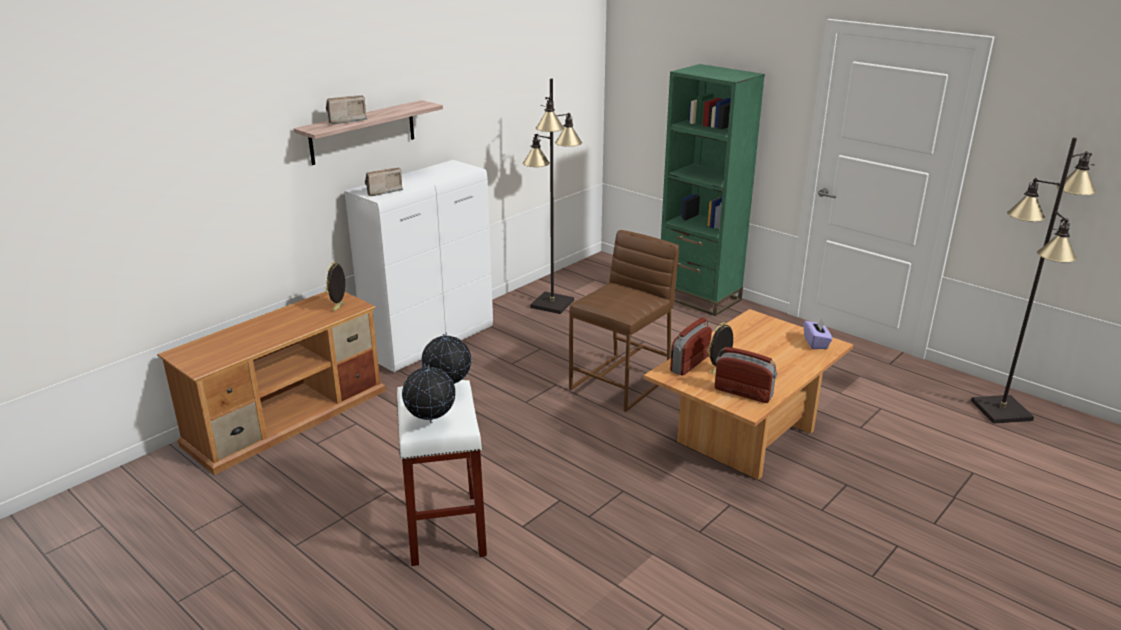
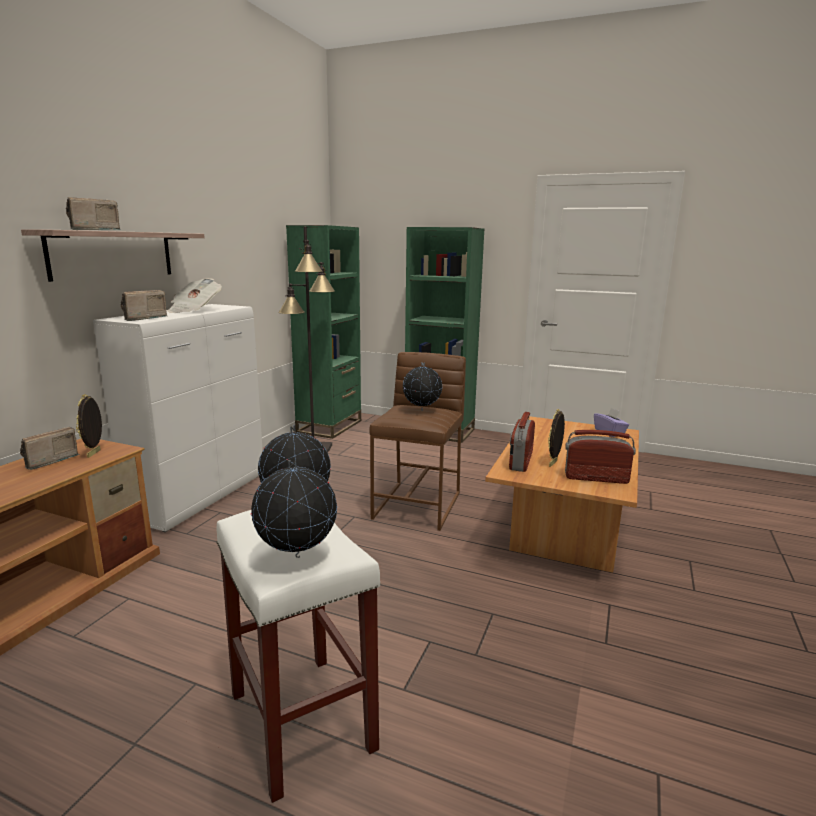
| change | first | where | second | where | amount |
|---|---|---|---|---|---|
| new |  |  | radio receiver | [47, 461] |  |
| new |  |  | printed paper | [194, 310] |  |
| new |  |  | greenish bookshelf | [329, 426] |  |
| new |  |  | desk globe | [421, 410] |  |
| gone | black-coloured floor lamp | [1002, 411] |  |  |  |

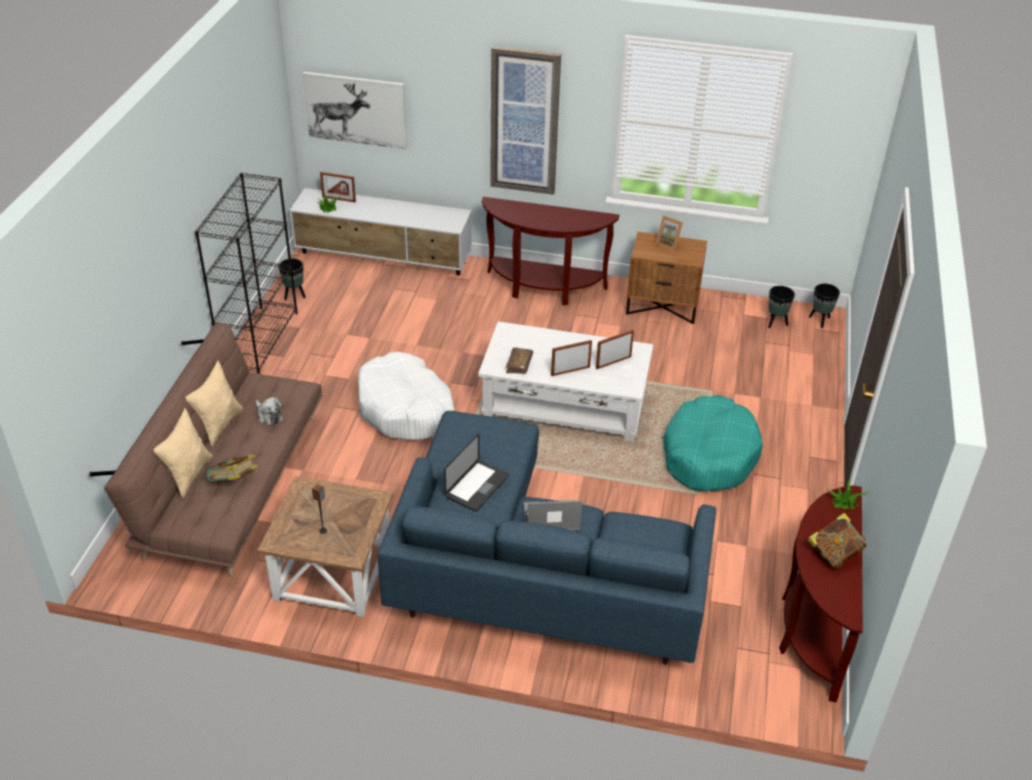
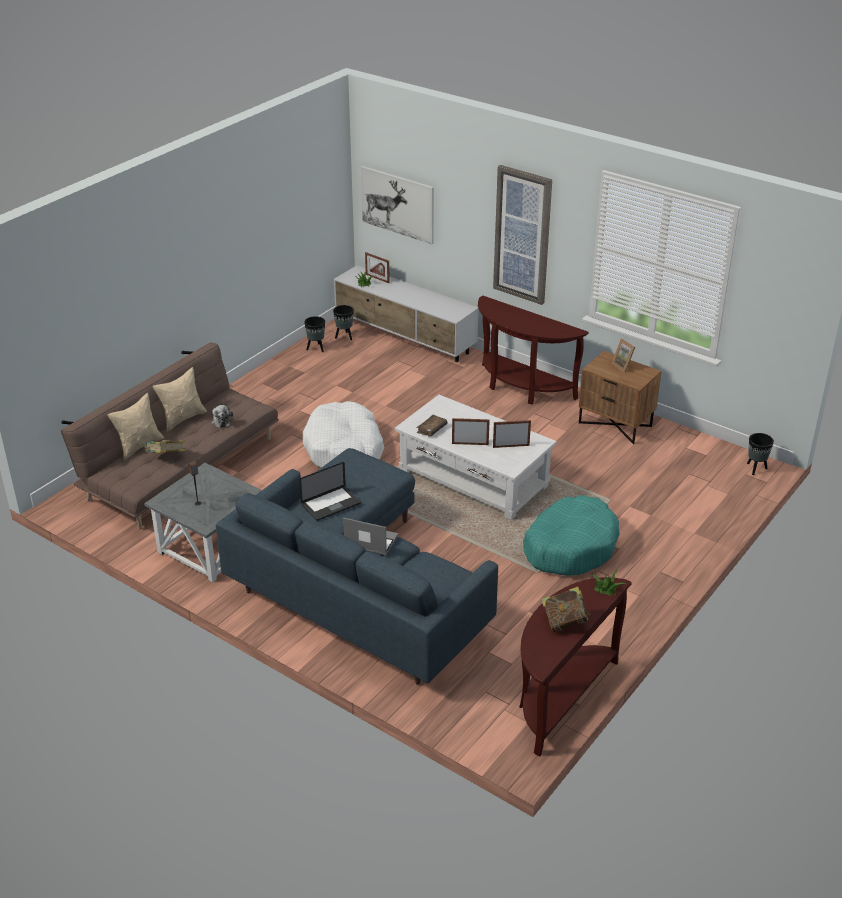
| change | first | where | second | where | amount |
|---|---|---|---|---|---|
| repainted | brown side table | [331, 574] | grey side table | [210, 547] |  |
| shifted | black-coloured planter | [775, 323] |  | [344, 337] |  |
| gone | black-coloured bookshelf | [260, 340] |  |  |  |

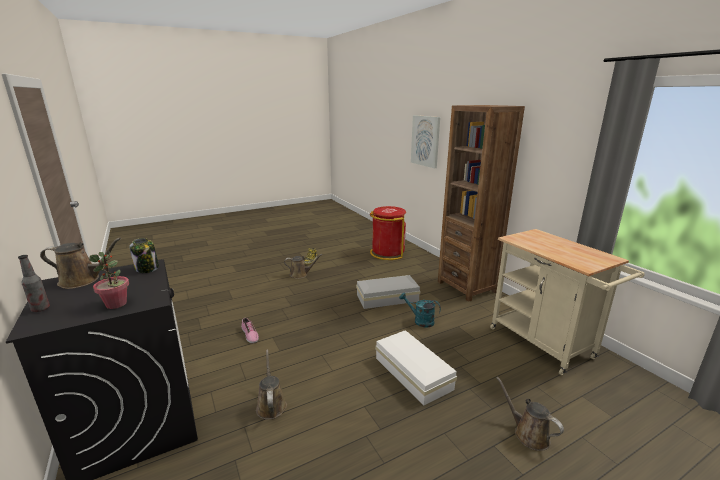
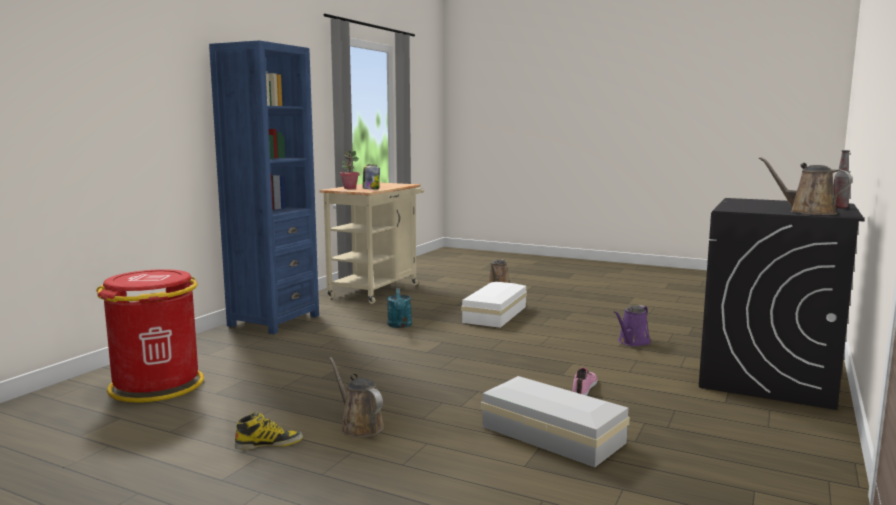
| change | first | where | second | where | amount |
|---|---|---|---|---|---|
| repainted | brown bookshelf | [467, 287] | bluish bookshelf | [273, 320] |  |
| shifted | houseplant | [116, 304] |  | [349, 188] |  |
| shifted | preserve jar | [147, 268] |  | [371, 189] |  |
| shifted | white-coloured storage box | [388, 298] |  | [551, 433] |  |
| repainted | brown sprinkling can | [271, 405] | purplish sprinkling can | [632, 342] |  |
| gone | wall art | [425, 141] |  |  |  |

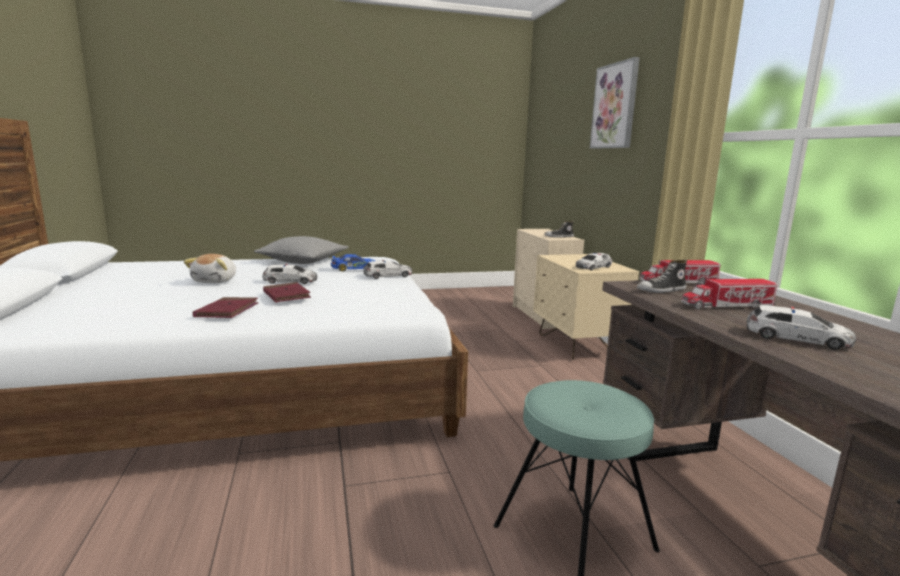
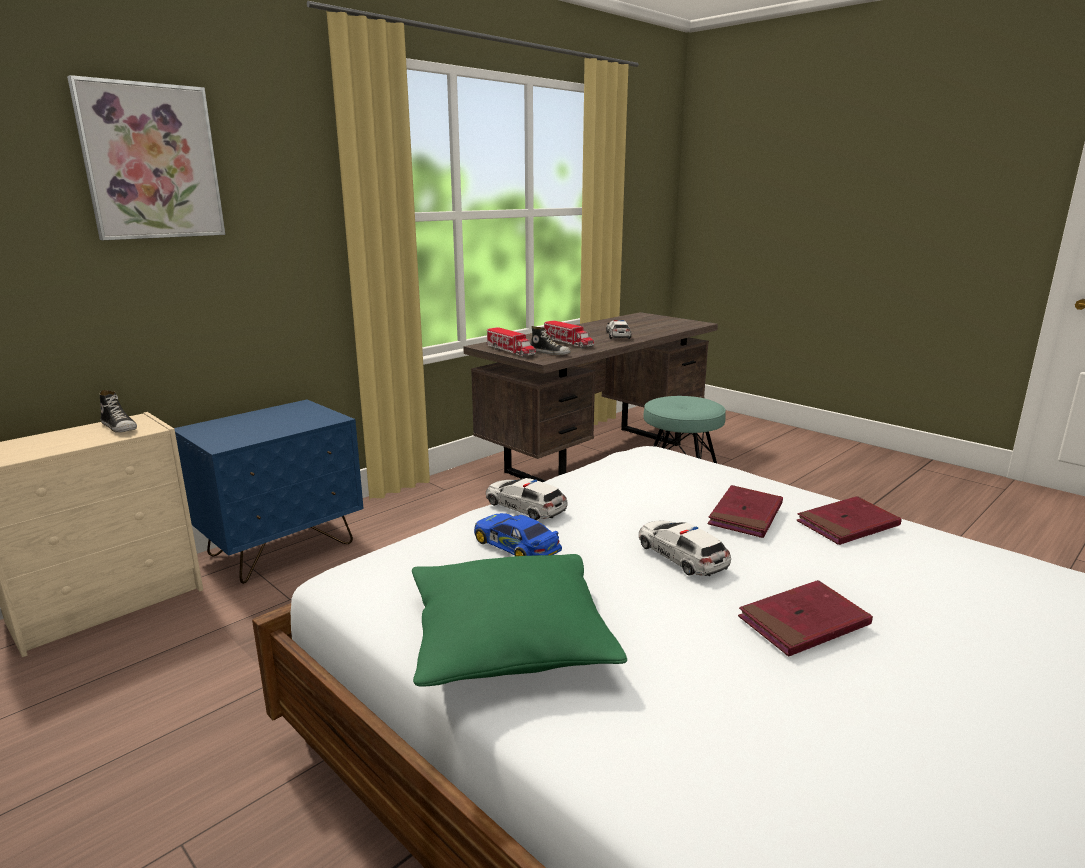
| change | first | where | second | where | amount |
|---|---|---|---|---|---|
| repainted | beige-coloured night table | [577, 345] | bluish night table | [282, 549] |  |
| repainted | grey throw pillow | [303, 261] | greenish throw pillow | [509, 641] |  |
| swapped | cuddly toy | [216, 281] | reddish book | [803, 622] |  |
| gone | miniature car | [593, 267] |  |  |  |

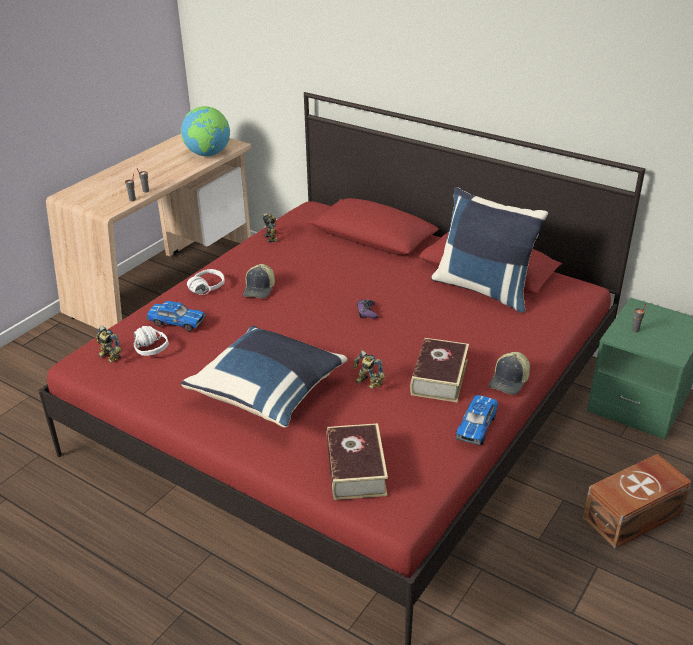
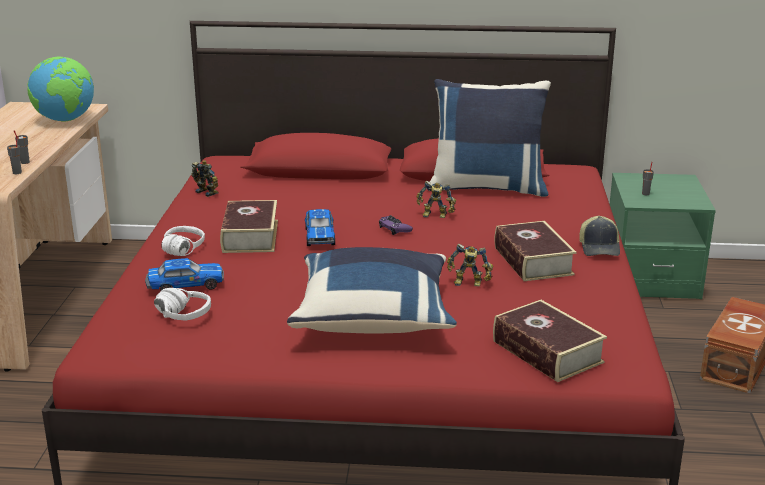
| change | first | where | second | where | amount |
|---|---|---|---|---|---|
| swapped | peaked cap | [260, 289] | book | [250, 236] |  |
| shifted | miniature car | [476, 426] |  | [320, 236] |  |
| shifted | toy robot | [109, 357] |  | [435, 216] |  |

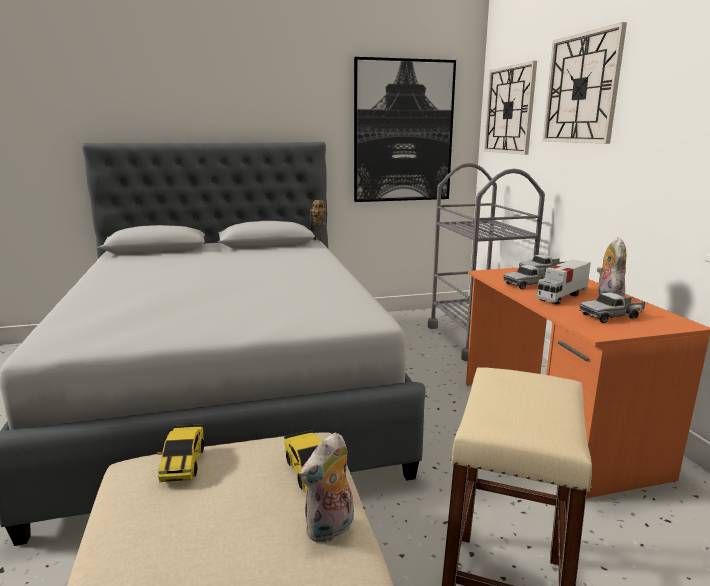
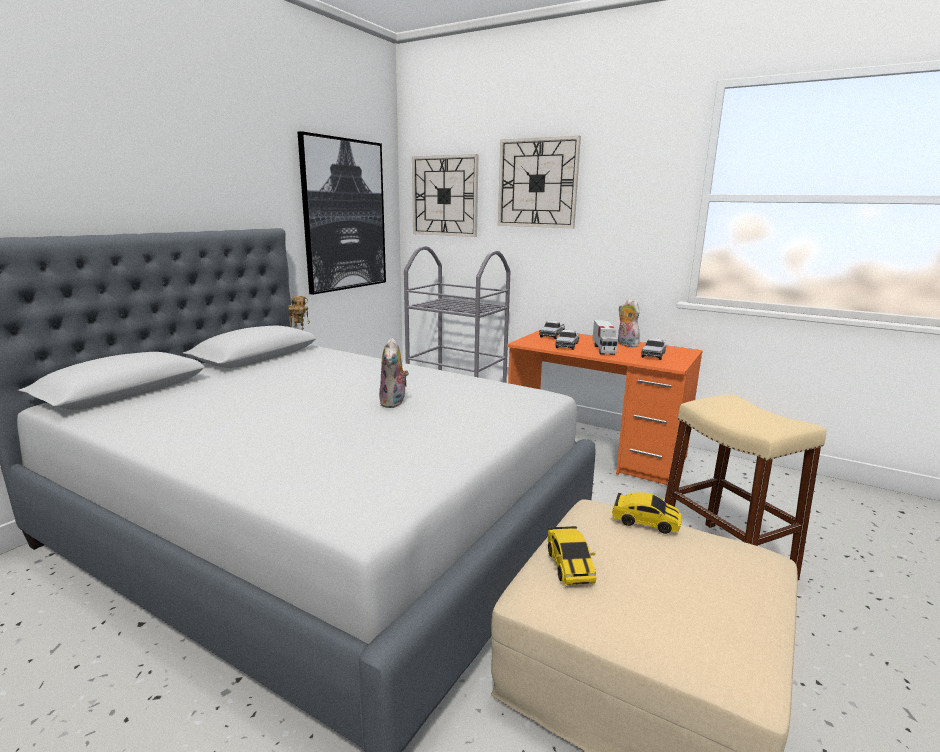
| change | first | where | second | where | amount |
|---|---|---|---|---|---|
| shifted | cuddly toy | [330, 529] |  | [394, 403] |  |
| rotated | miniature car | [183, 463] |  | [569, 565] | 45 degrees clockwise |

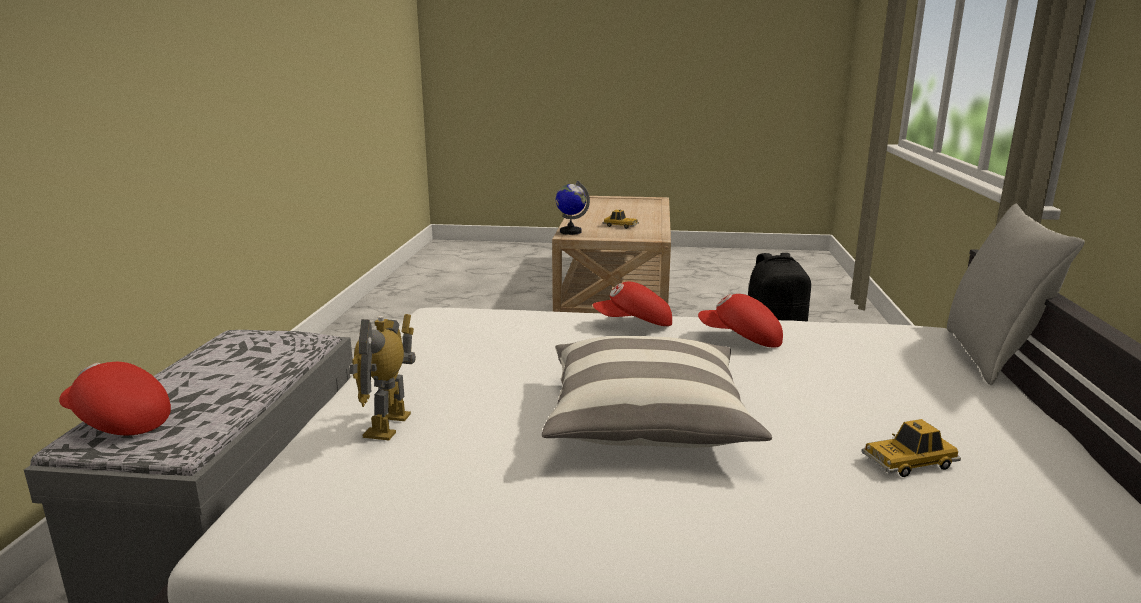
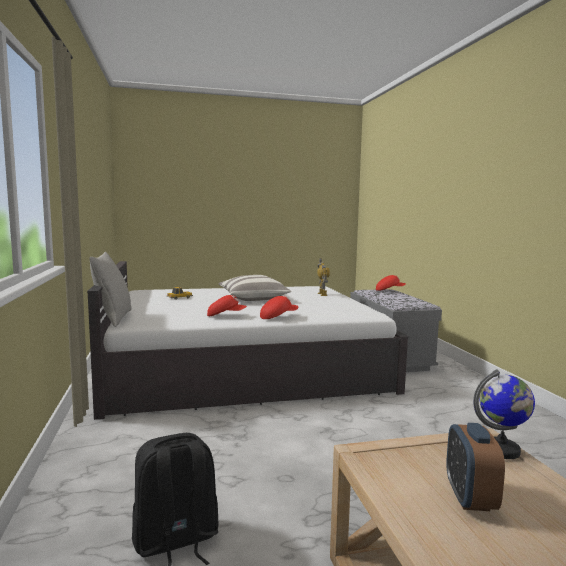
| change | first | where | second | where | amount |
|---|---|---|---|---|---|
| swapped | miniature car | [620, 226] | table clock | [470, 498] |  |

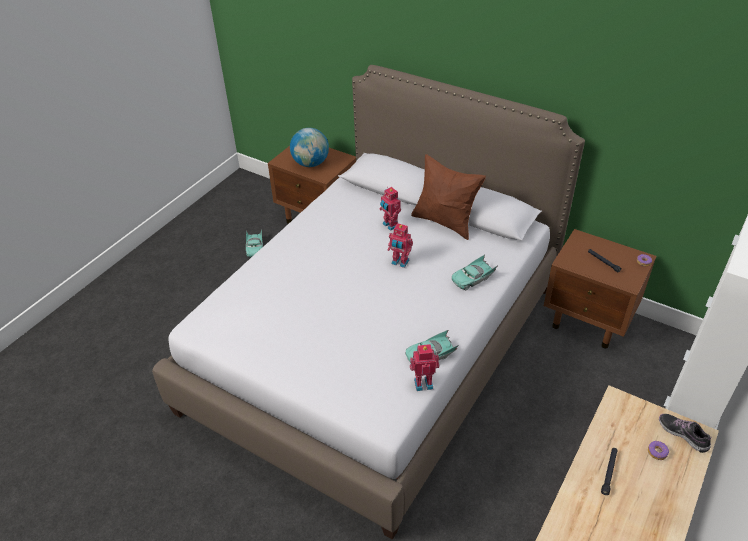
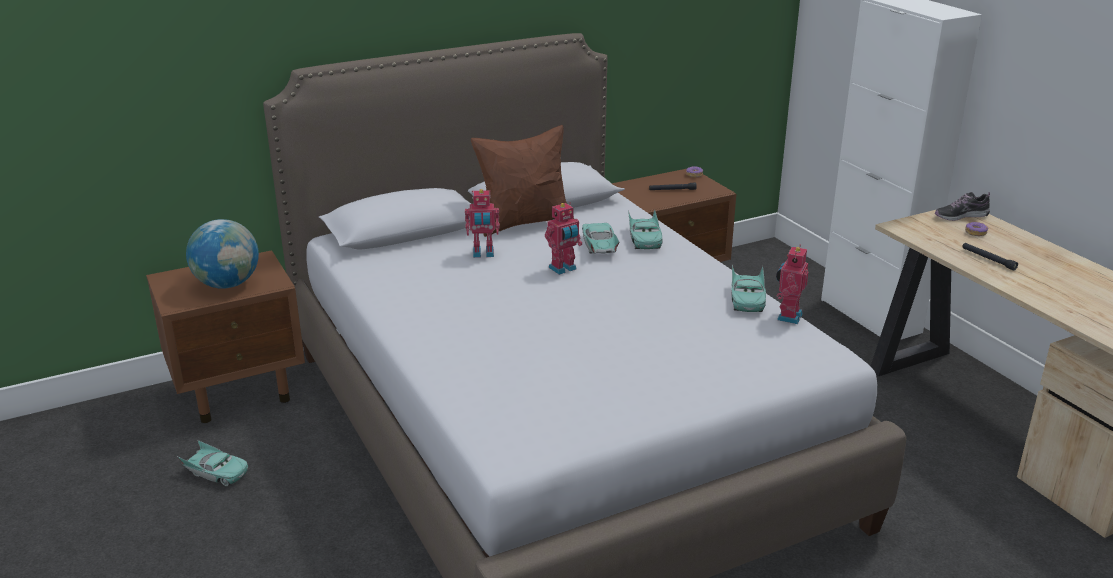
| change | first | where | second | where | amount |
|---|---|---|---|---|---|
| new |  |  | turquoise-coloured miniature car | [599, 246] |  |

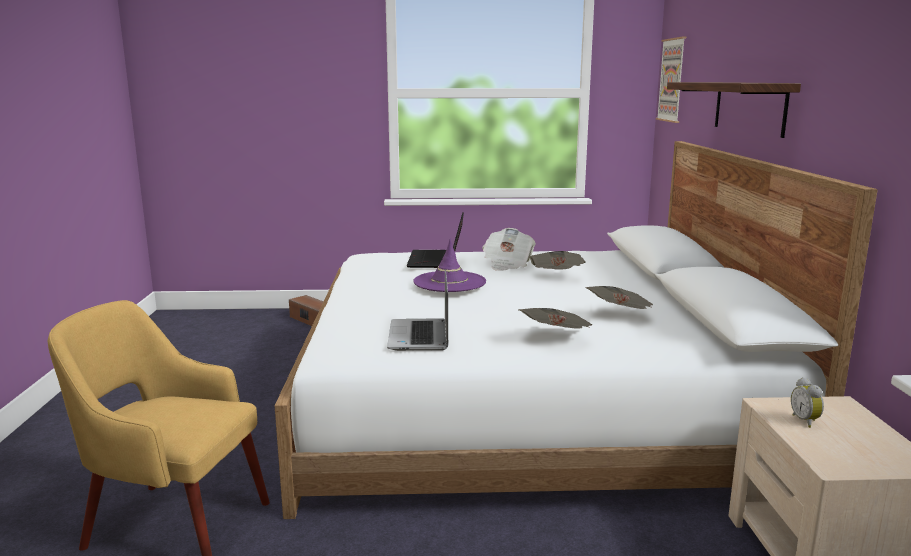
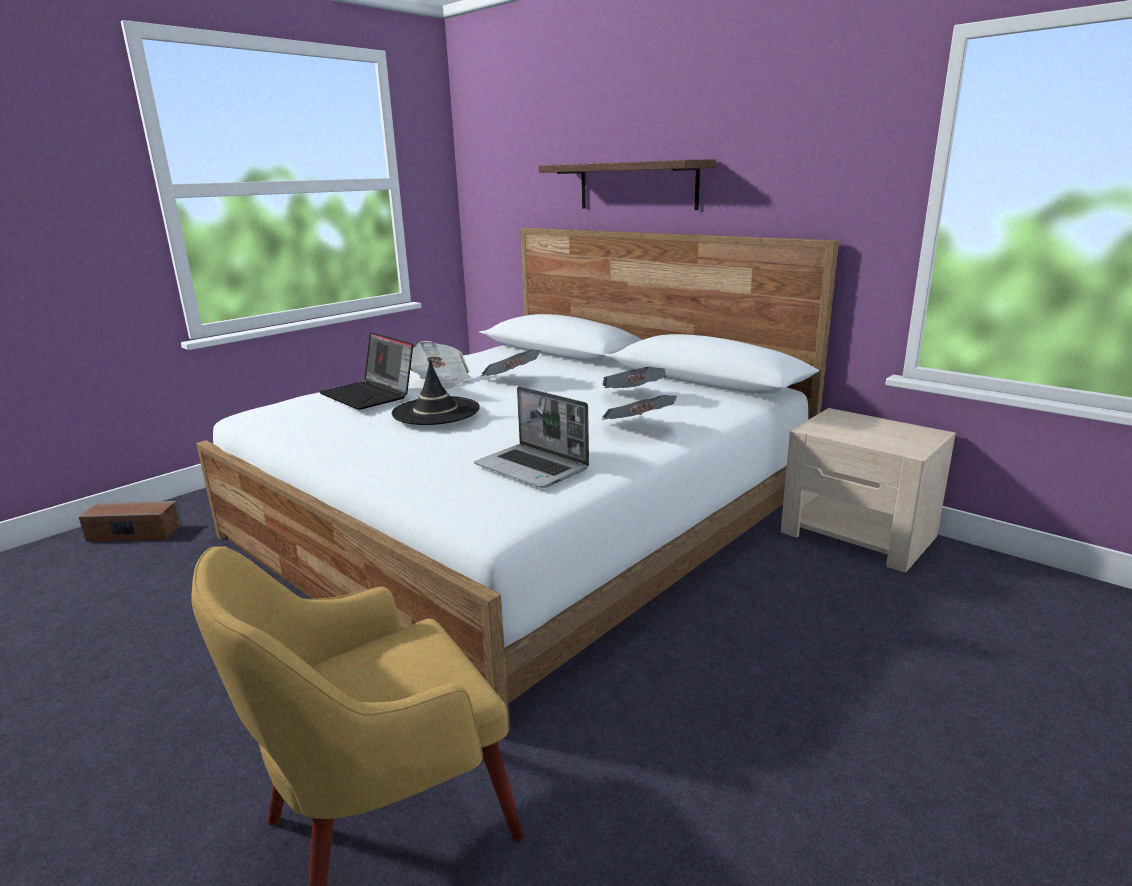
| change | first | where | second | where | amount |
|---|---|---|---|---|---|
| repainted | purplish clothing hat | [449, 282] | black-coloured clothing hat | [436, 411] |  |
| gone | wall art | [672, 80] |  |  |  |
| gone | table clock | [806, 421] |  |  |  |

